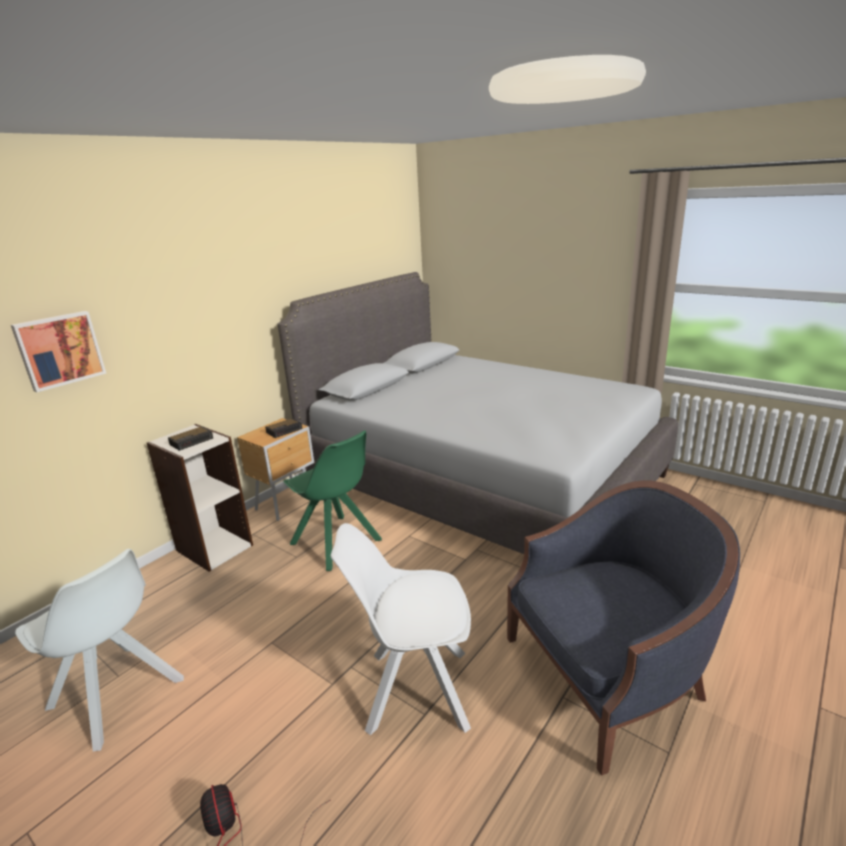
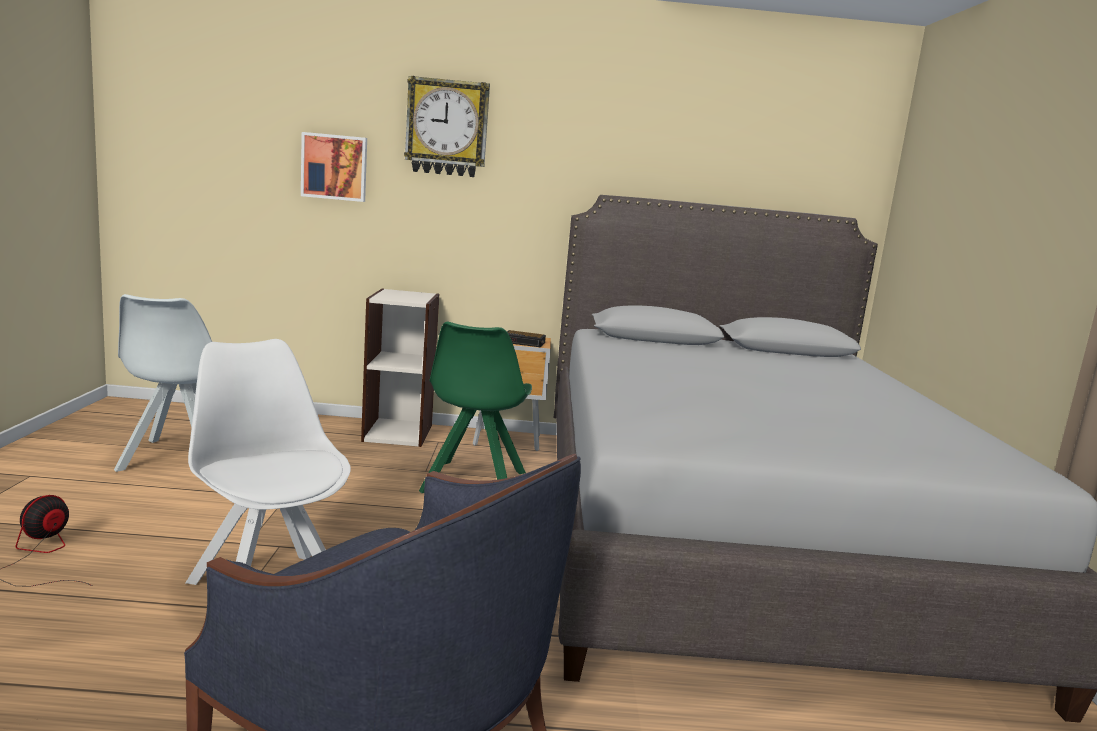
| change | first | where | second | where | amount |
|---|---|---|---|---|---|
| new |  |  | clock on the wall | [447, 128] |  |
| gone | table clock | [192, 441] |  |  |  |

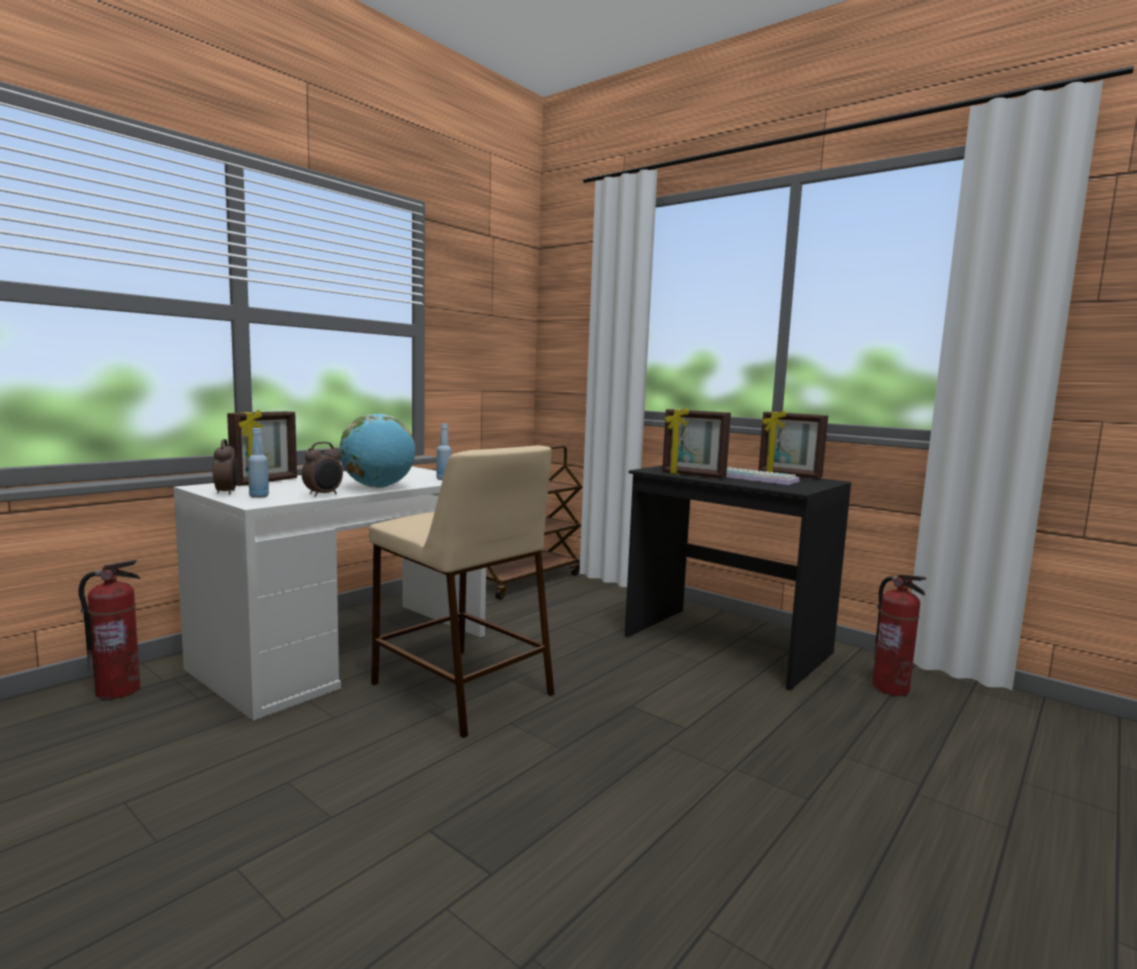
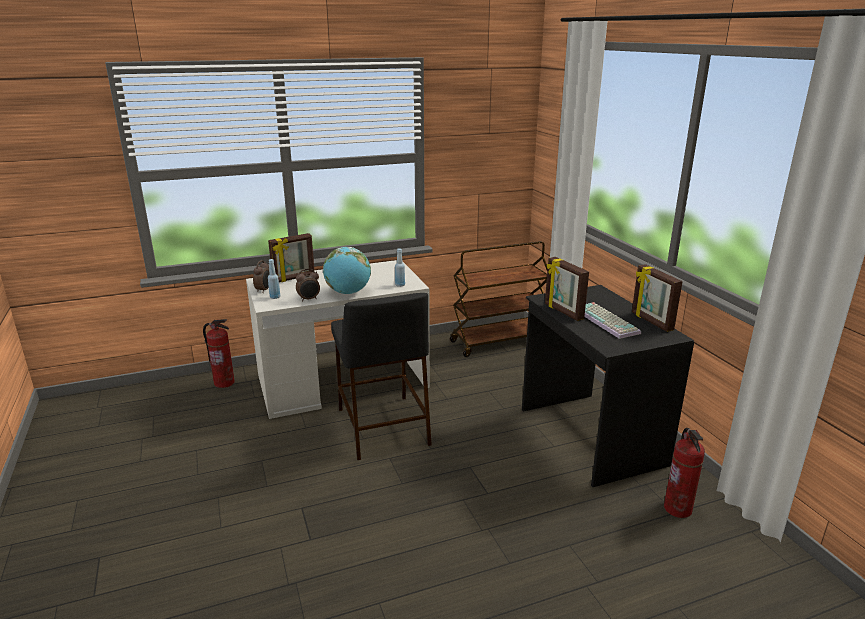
| change | first | where | second | where | amount |
|---|---|---|---|---|---|
| repainted | beige-coloured stool seat | [459, 688] | black-coloured stool seat | [382, 425] |  |

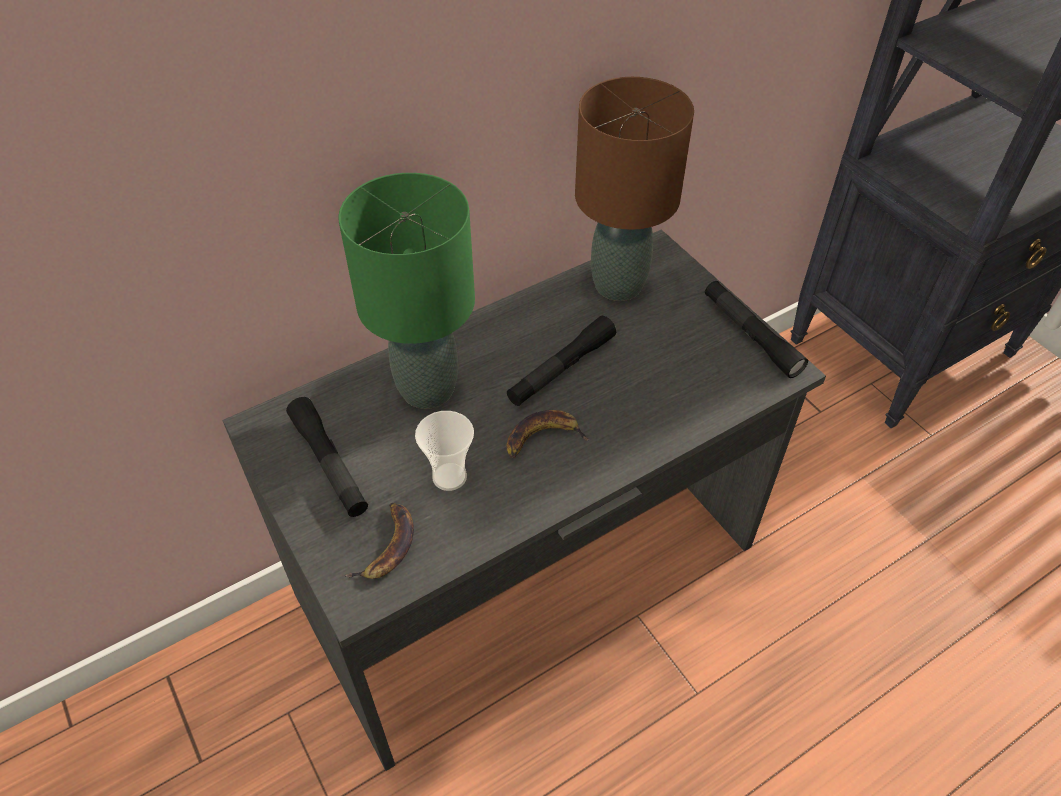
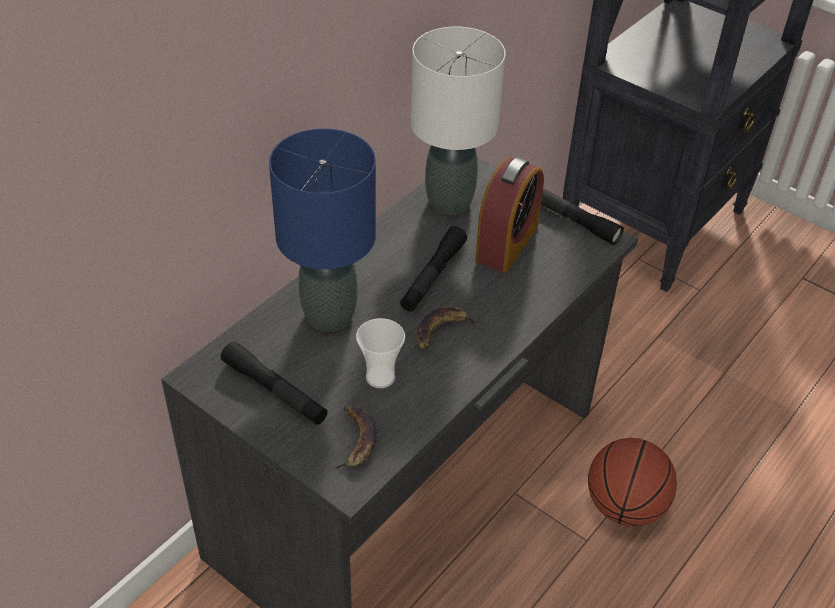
| change | first | where | second | where | amount |
|---|---|---|---|---|---|
| repainted | greenish lamp for a table | [427, 390] | bluish lamp for a table | [329, 316] |  |
| repainted | brown lamp for a table | [618, 285] | white-coloured lamp for a table | [449, 202] |  |
| new |  |  | table clock | [506, 244] |  |
| new |  |  | basketball | [624, 506] |  |

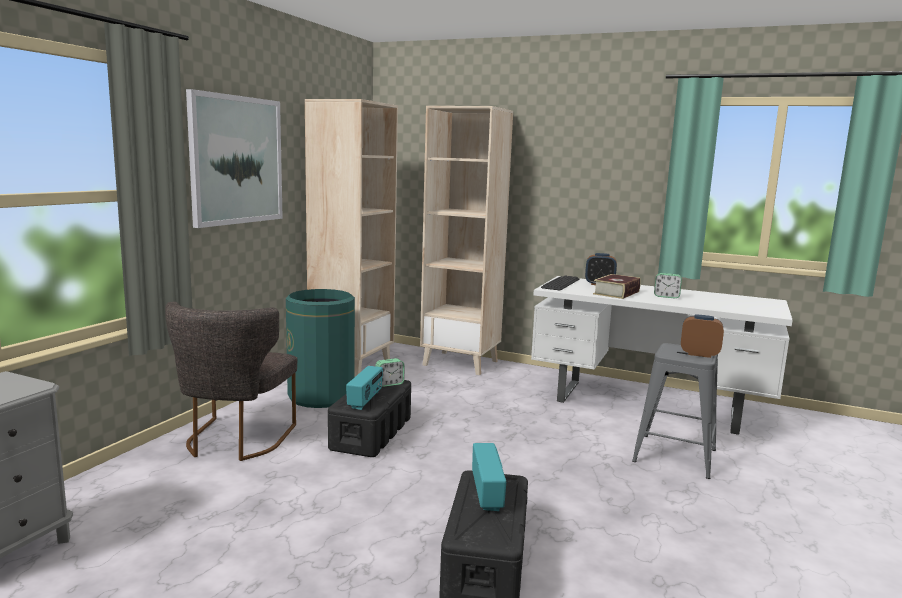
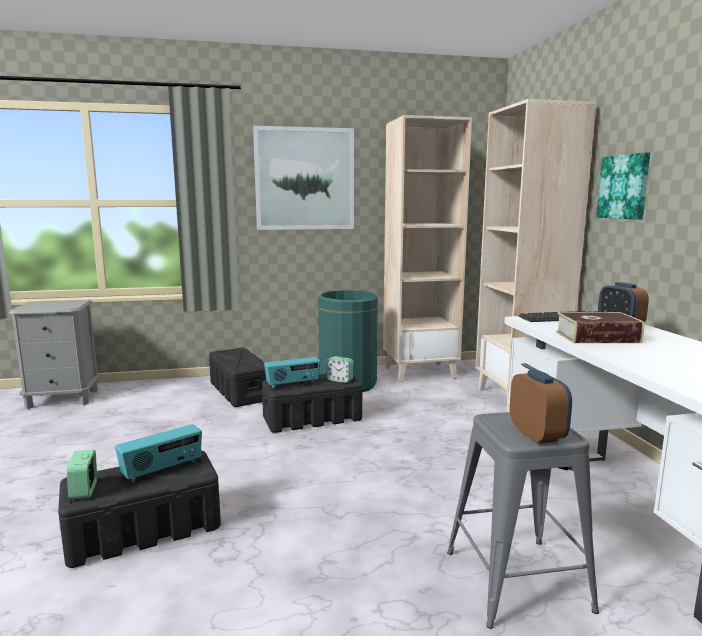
| change | first | where | second | where | amount |
|---|---|---|---|---|---|
| shifted | table clock | [666, 296] |  | [84, 491] |  |
| swapped | grey chair | [235, 441] | black-coloured storage box | [240, 391] |  |
| new |  |  | wall art | [624, 187] |  |

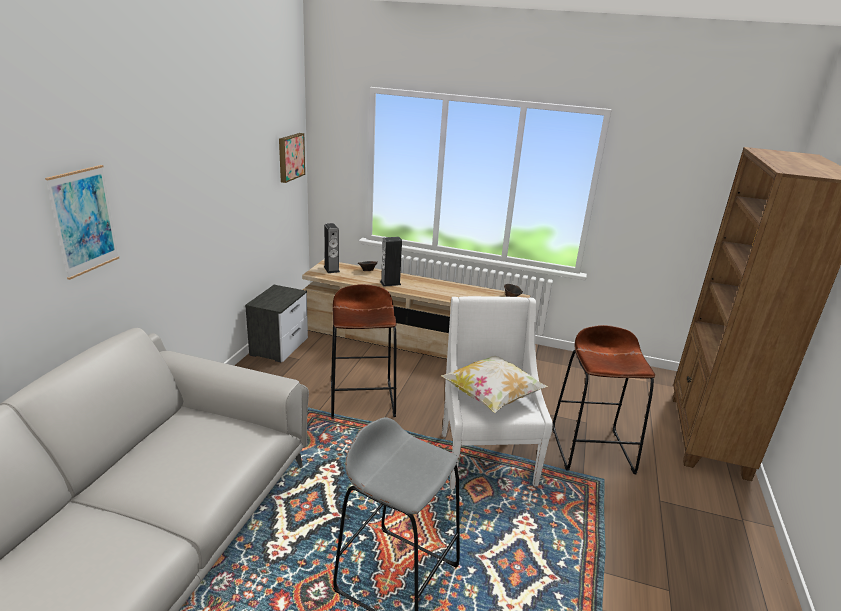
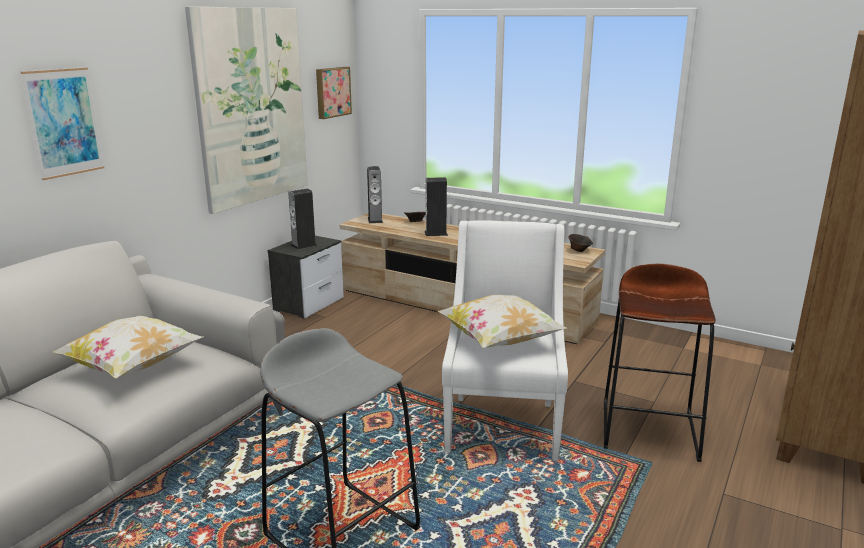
| change | first | where | second | where | amount |
|---|---|---|---|---|---|
| new |  |  | throw pillow | [134, 367] |  |
| new |  |  | wall art | [251, 107] |  |
| new |  |  | speaker | [304, 245] |  |
| gone | brown stool seat | [362, 399] |  |  |  |

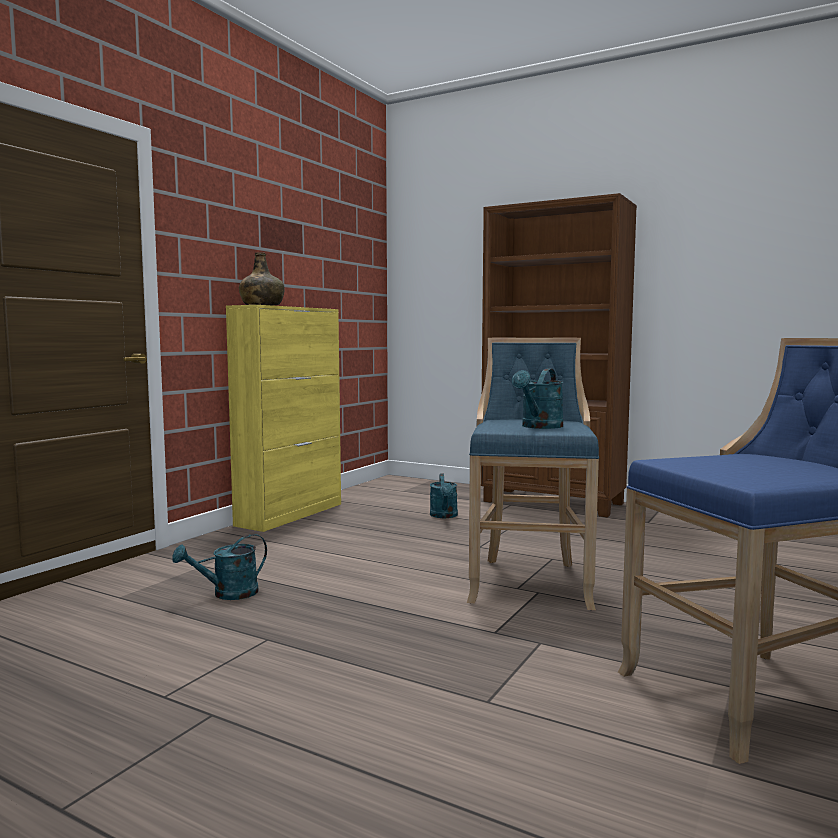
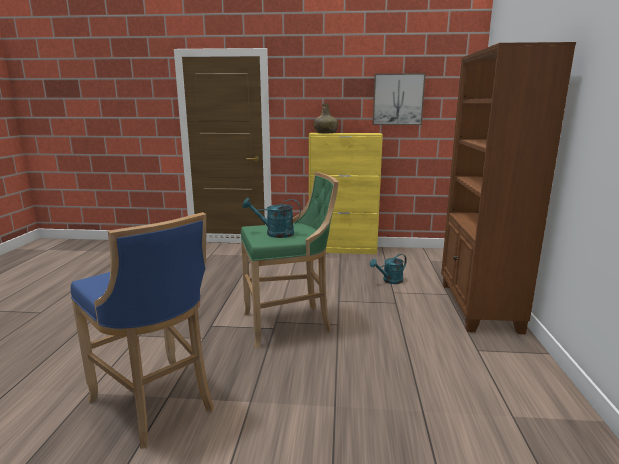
| change | first | where | second | where | amount |
|---|---|---|---|---|---|
| repainted | bluish stool seat | [530, 581] | greenish stool seat | [289, 323] |  |
| new |  |  | wall art | [398, 99] |  |
| gone | turquoise-coloured sprinkling can | [227, 594] |  |  |  |

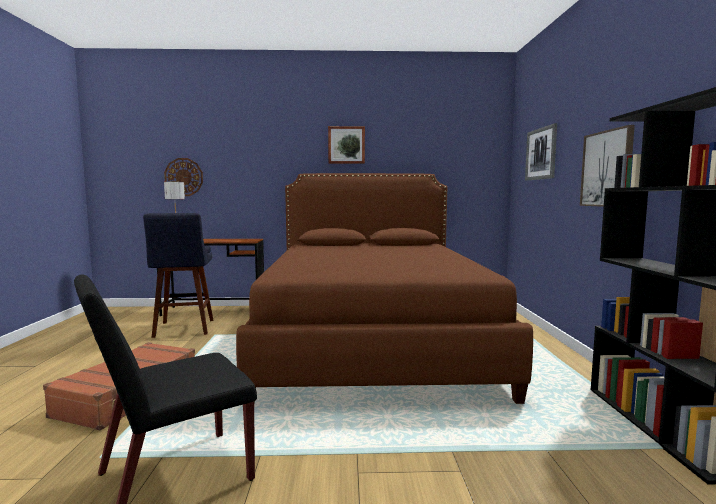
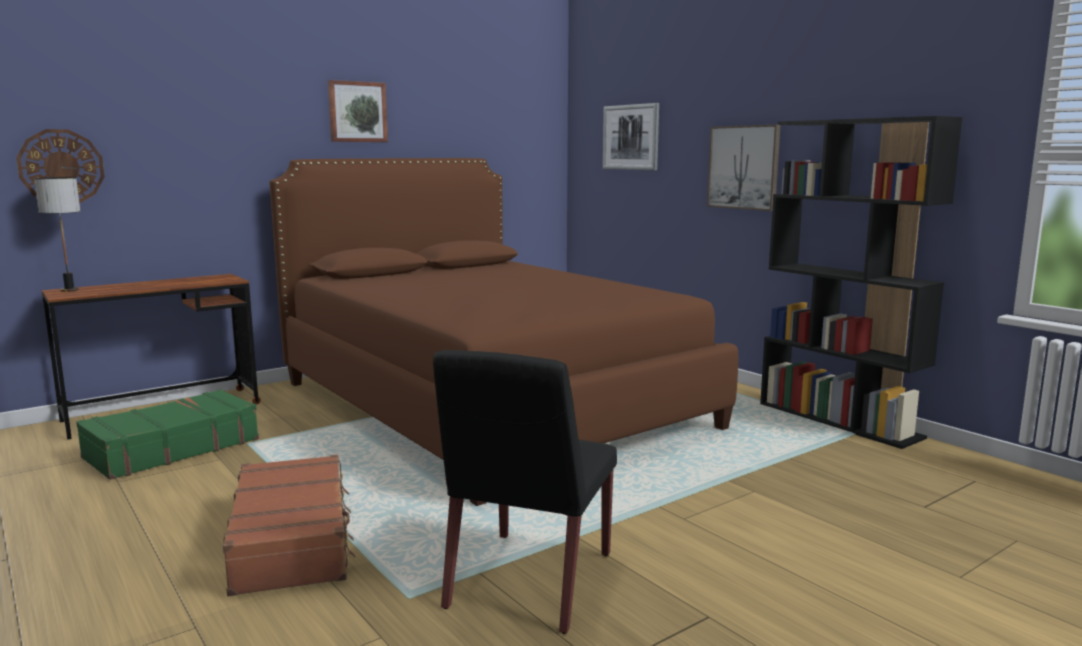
| change | first | where | second | where | amount |
|---|---|---|---|---|---|
| swapped | bluish stool seat | [183, 329] | greenish travel case | [171, 448] |  |

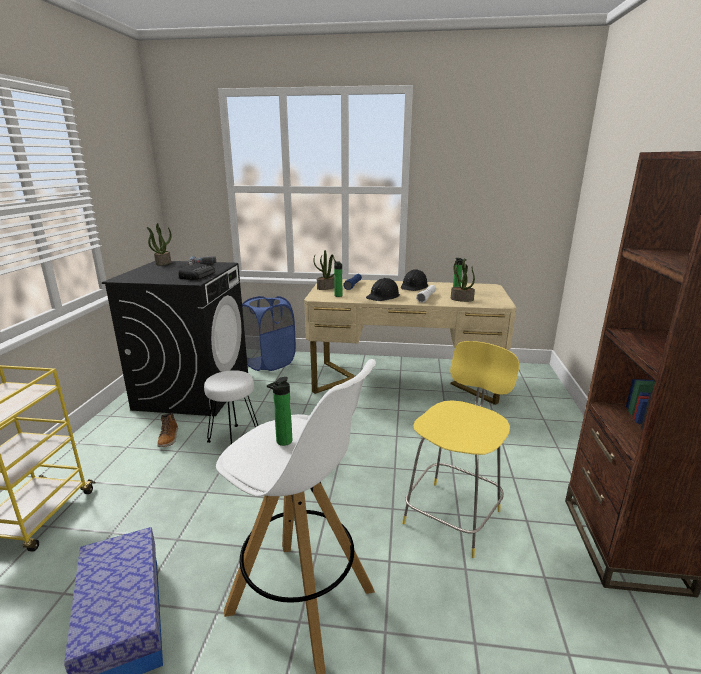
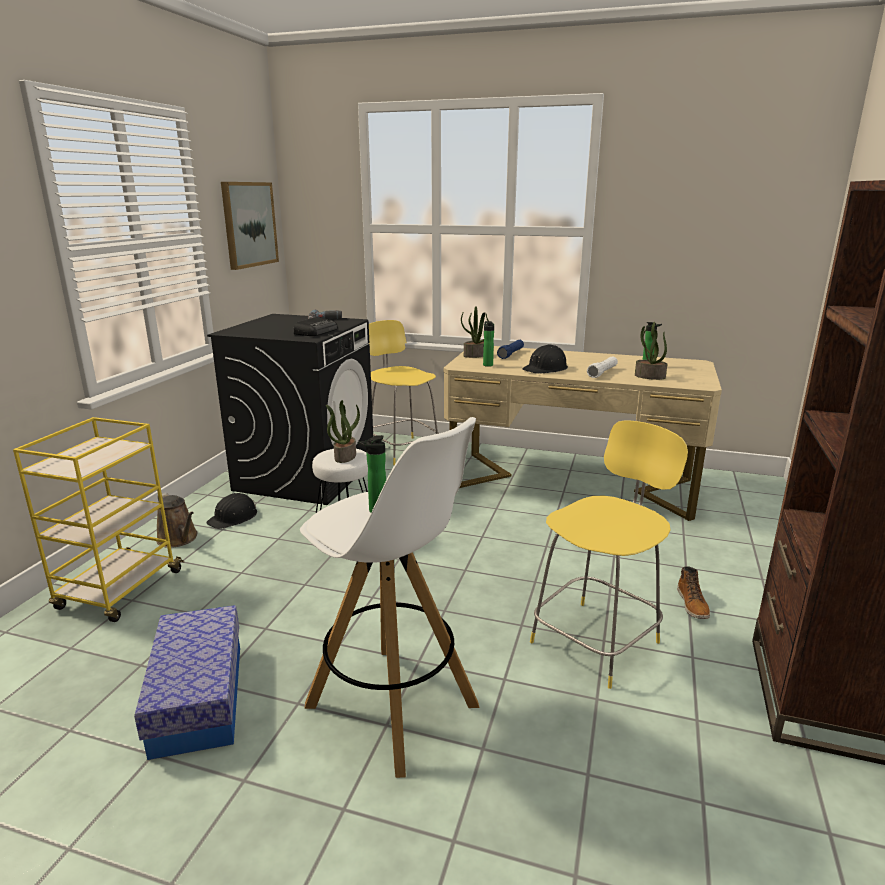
| change | first | where | second | where | amount |
|---|---|---|---|---|---|
| new |  |  | brown sprinkling can | [179, 539] |  |
| shifted | black-coloured work helmet | [414, 286] |  | [234, 517] |  |
| new |  |  | wall art | [249, 224] |  |
| shifted | houseplant | [163, 263] |  | [345, 456] |  |
| swapped | bluish hamper | [269, 362] | yellow stool seat | [402, 450] |  |
| shifted | high-top boot | [169, 438] |  | [692, 604] |  |

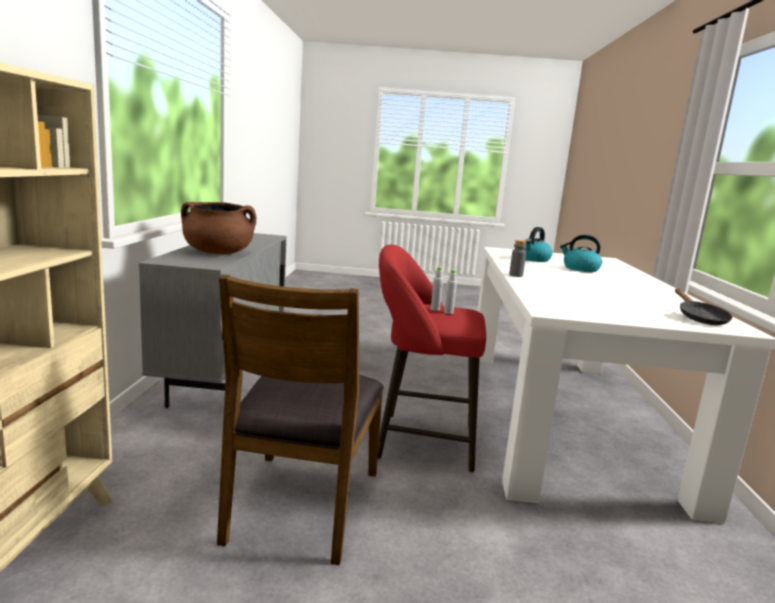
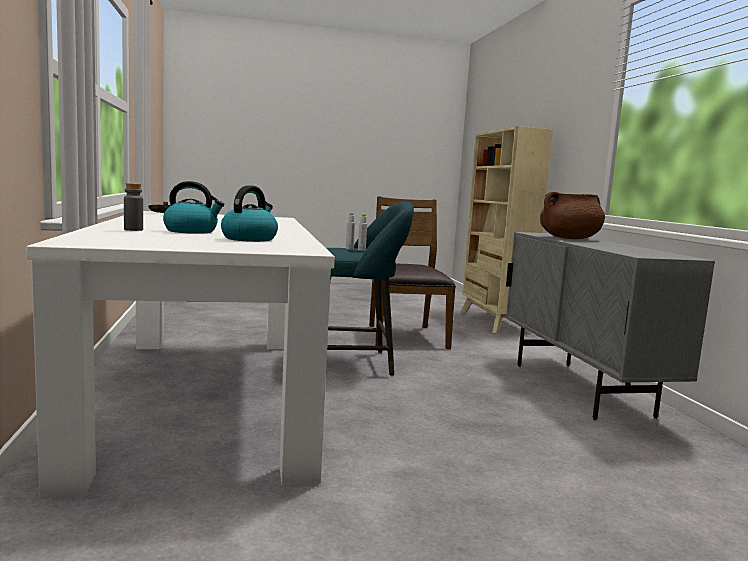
| change | first | where | second | where | amount |
|---|---|---|---|---|---|
| shifted | grey beverage bottle | [516, 275] |  | [133, 230] |  |
| repainted | reddish stool seat | [419, 441] | turquoise-coloured stool seat | [356, 363] |  |

